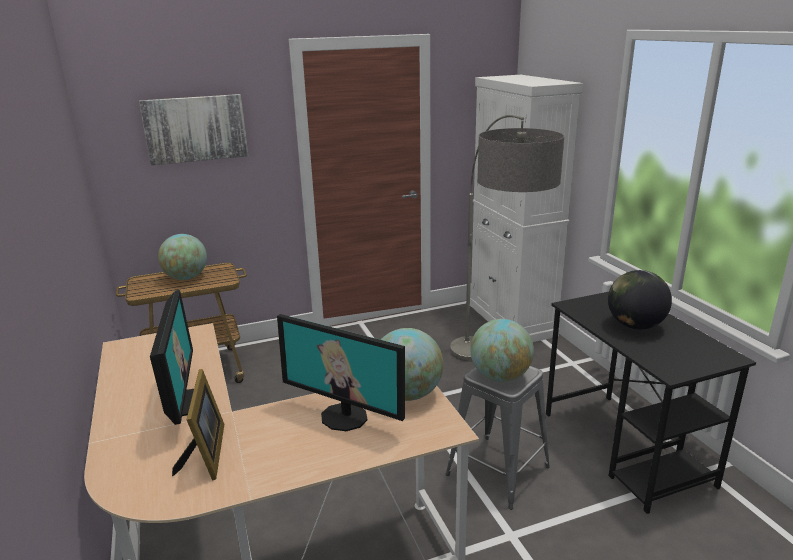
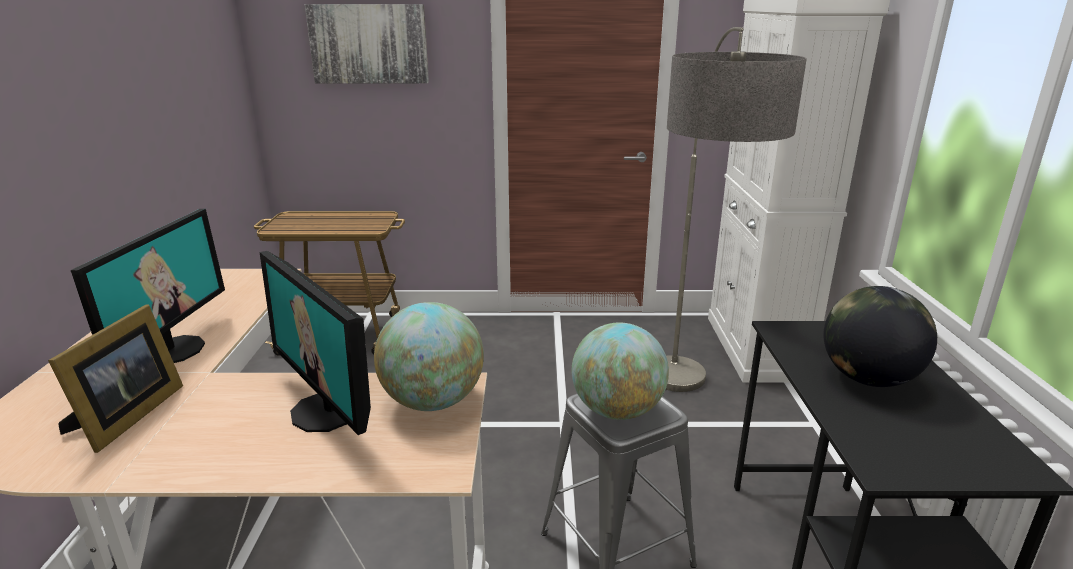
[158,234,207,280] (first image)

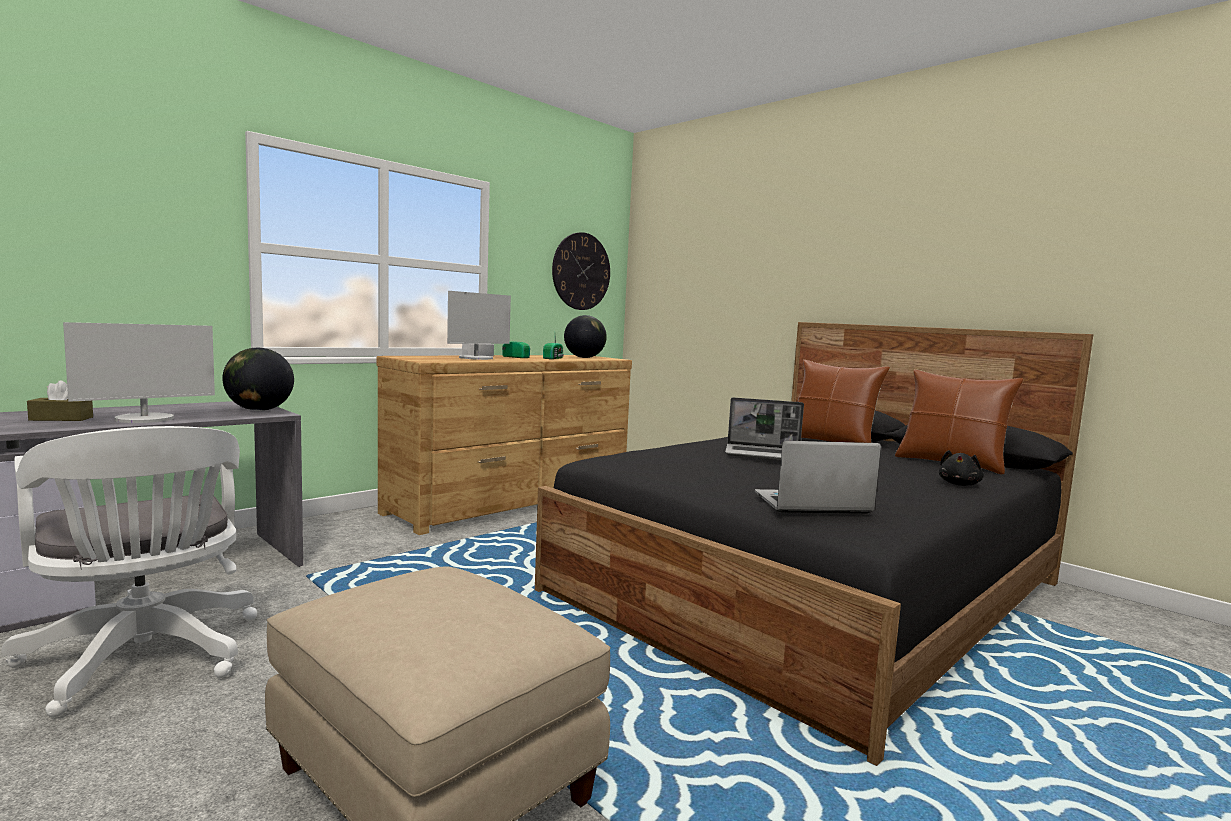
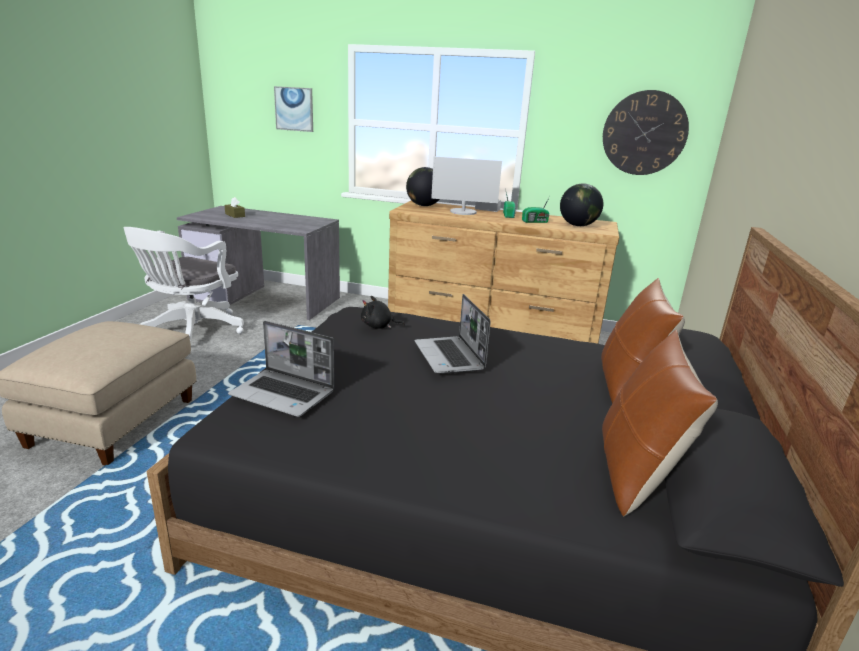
[63,322,215,423] (first image)
[406,167,440,206]
[228,321,335,417]
[361,296,405,329]
[274,86,313,132]

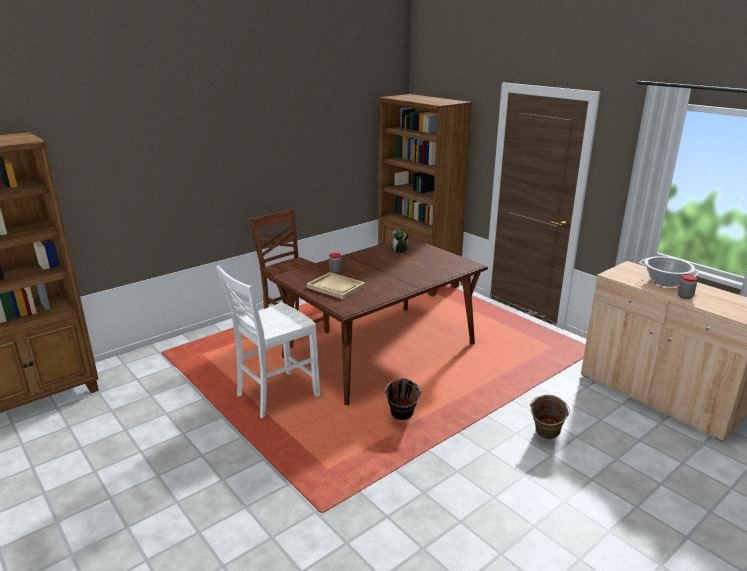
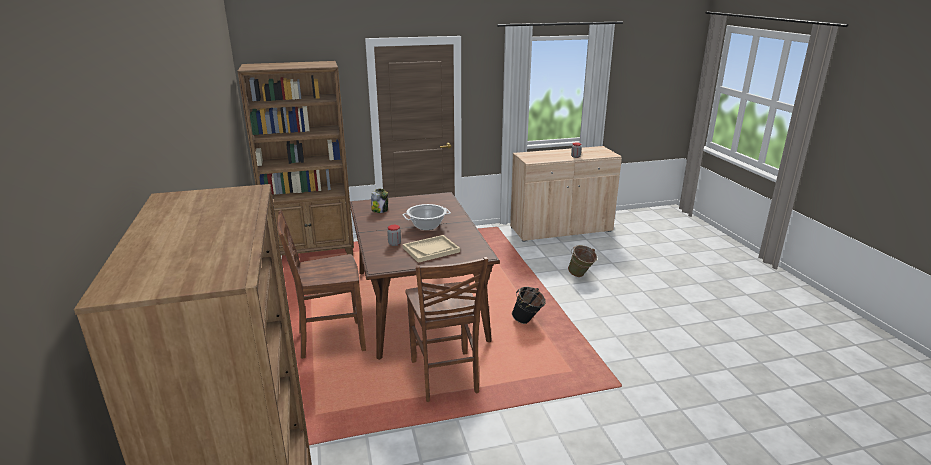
[403,204,451,230]
[405,257,488,402]

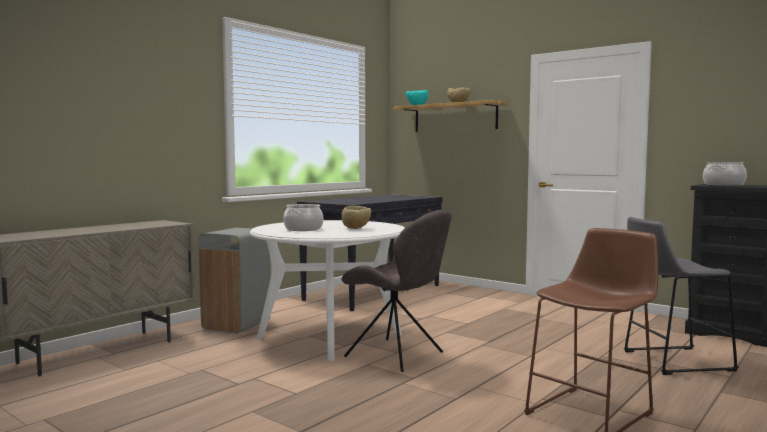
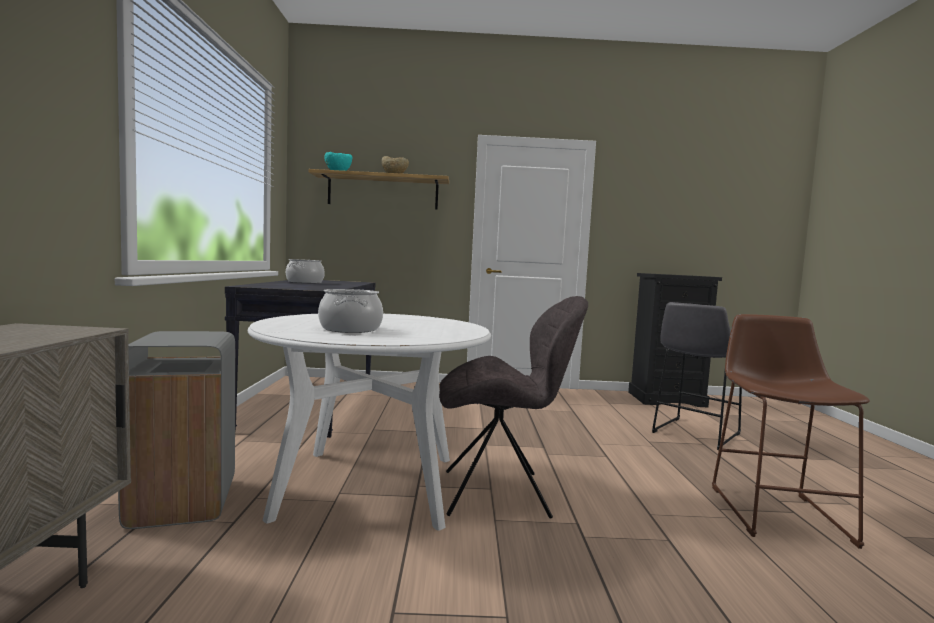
[286,259,325,283]
[341,206,371,229] (first image)

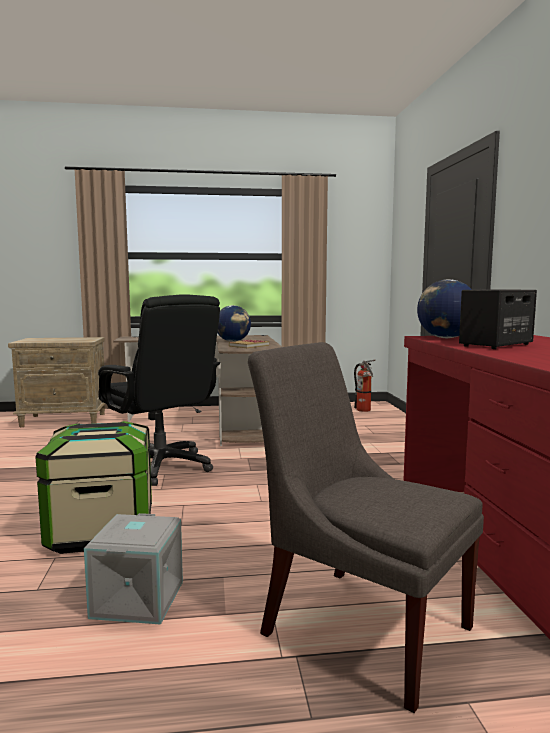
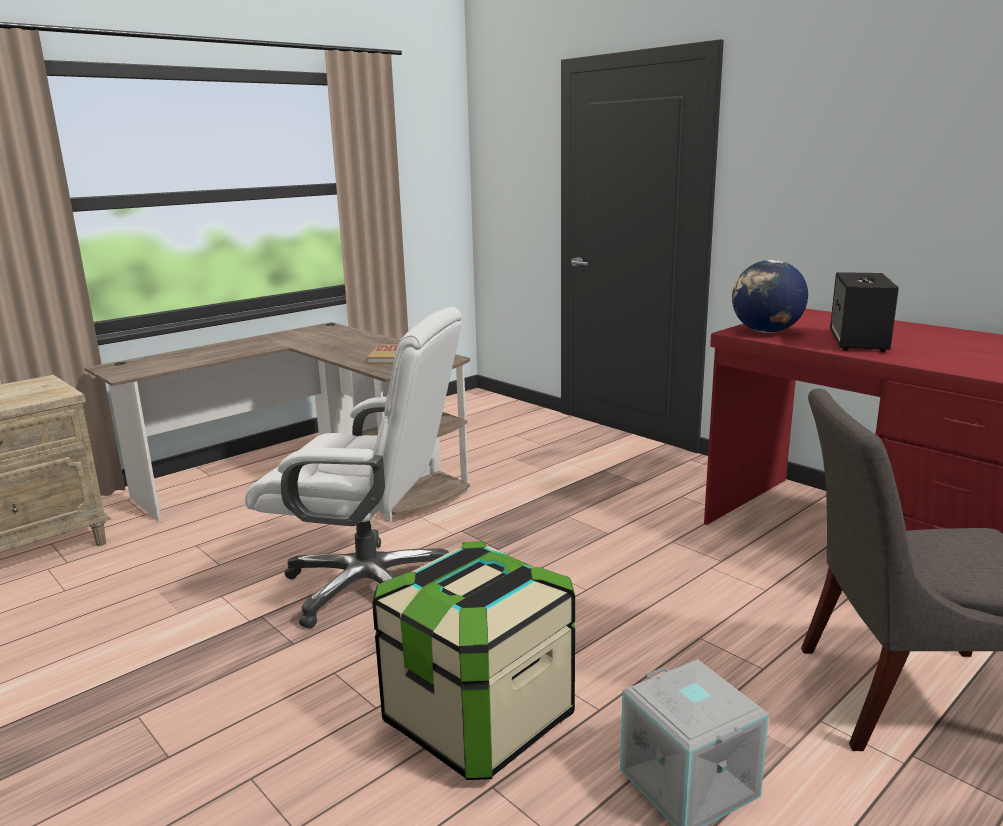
[245,307,462,628]
[217,305,251,342] (first image)
[354,360,375,412] (first image)

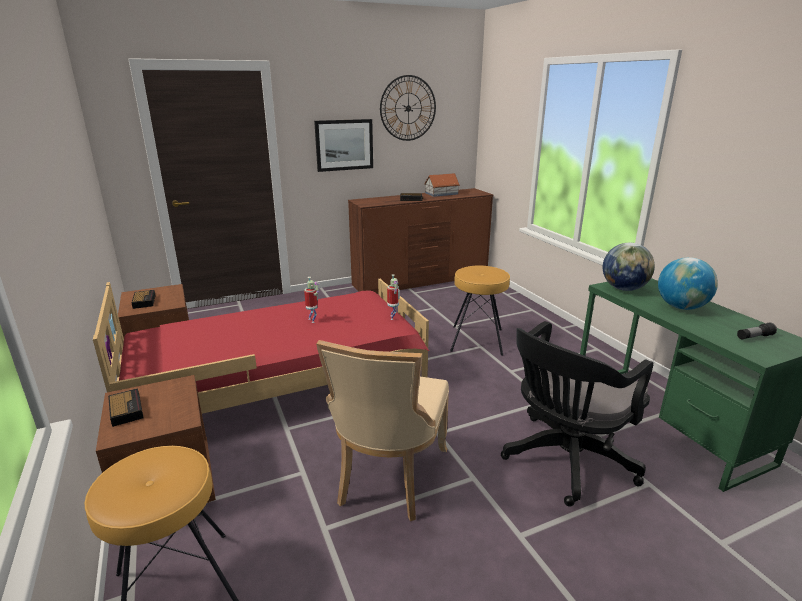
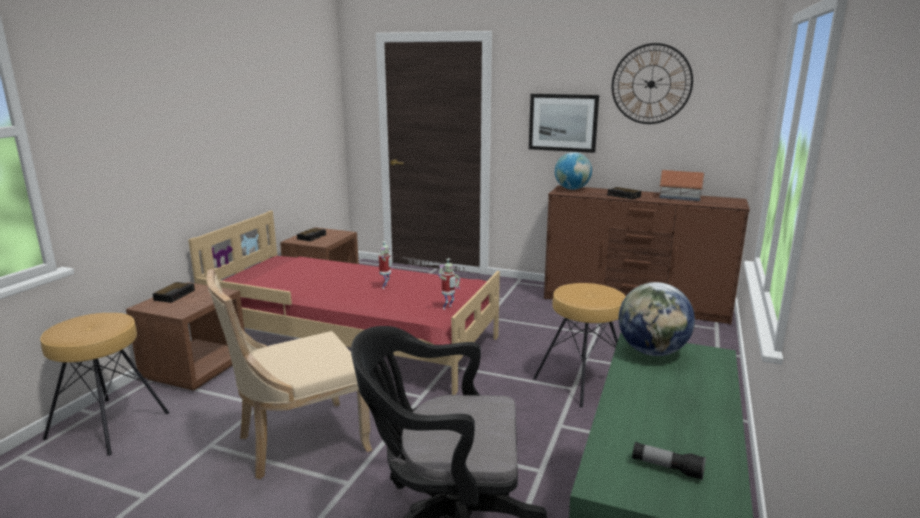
[555,152,592,190]

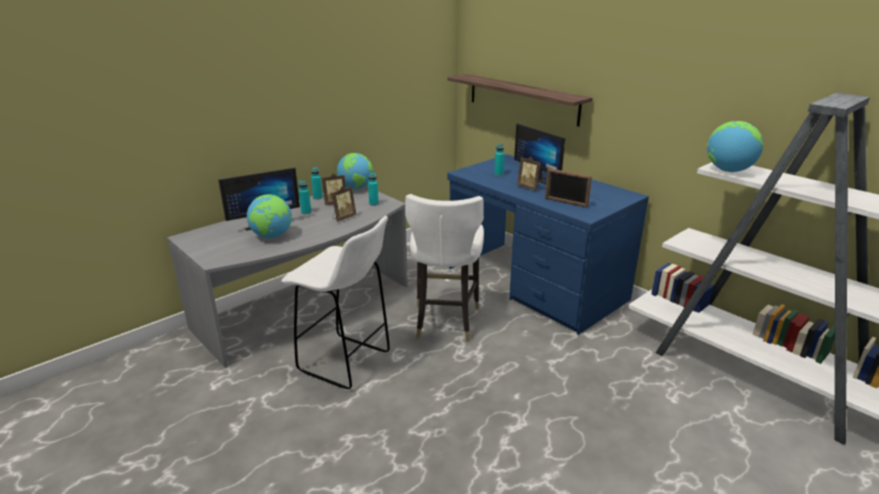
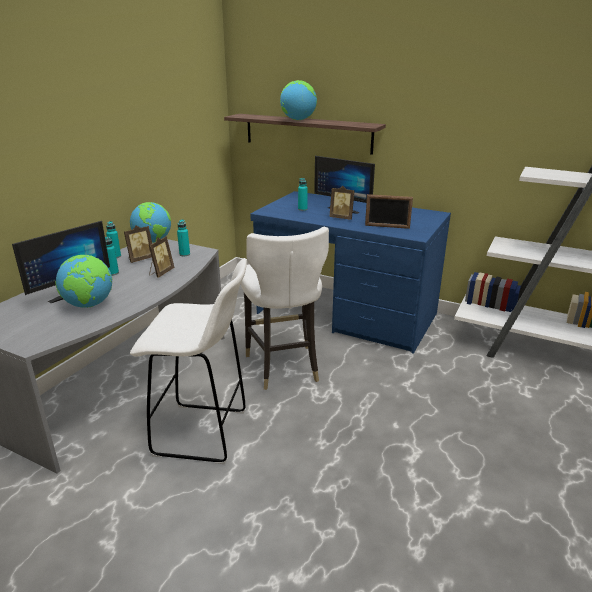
[280,80,317,120]

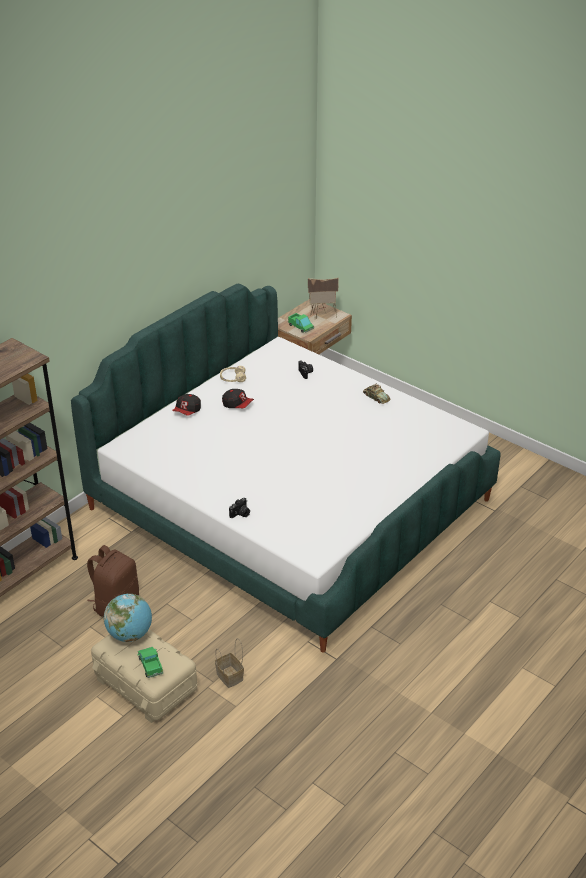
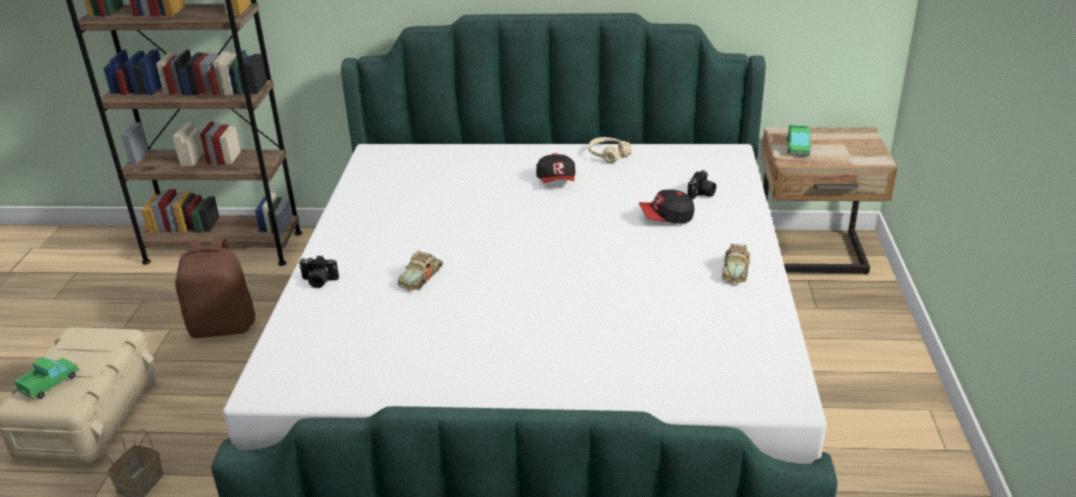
[308,278,338,319] (first image)
[639,189,694,224]
[104,594,152,642] (first image)
[397,251,443,290]

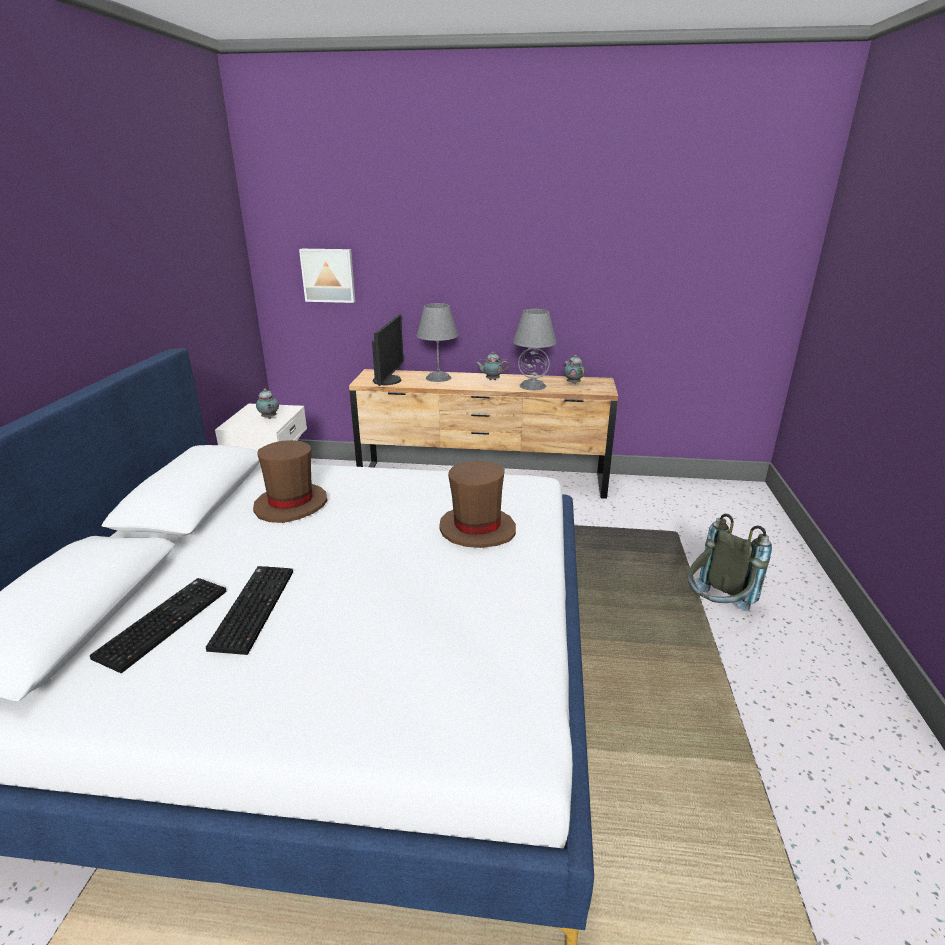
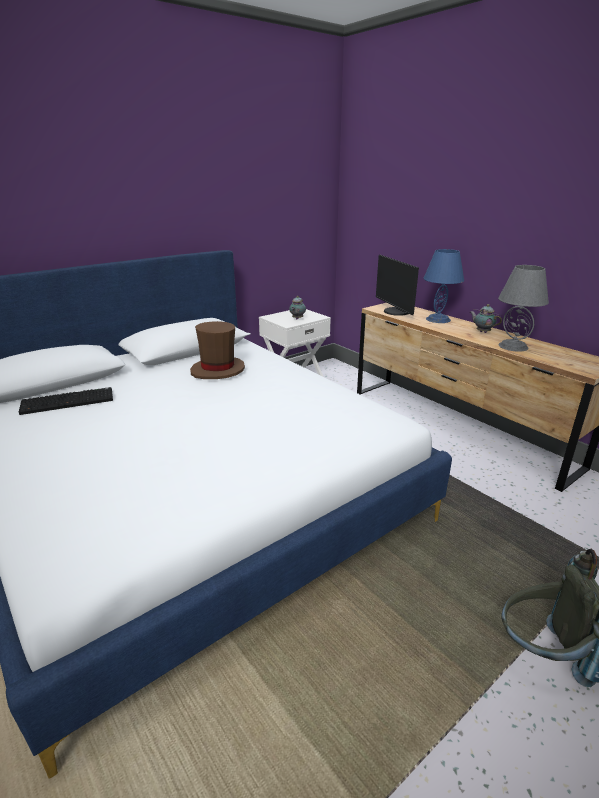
[299,249,356,303] (first image)
[423,249,464,323]
[376,255,419,316]
[564,355,585,384] (first image)
[439,461,516,548] (first image)
[206,566,293,655] (first image)

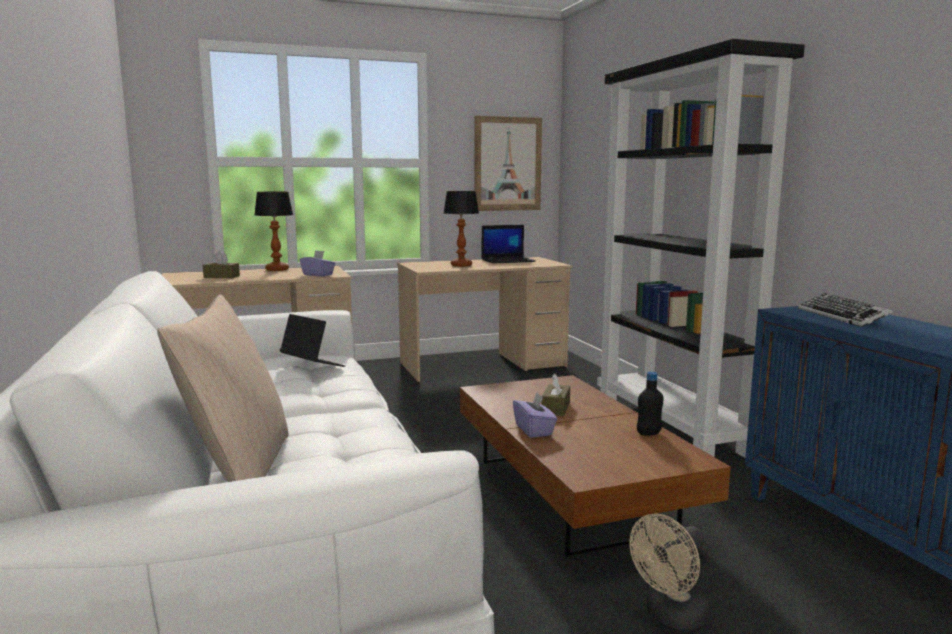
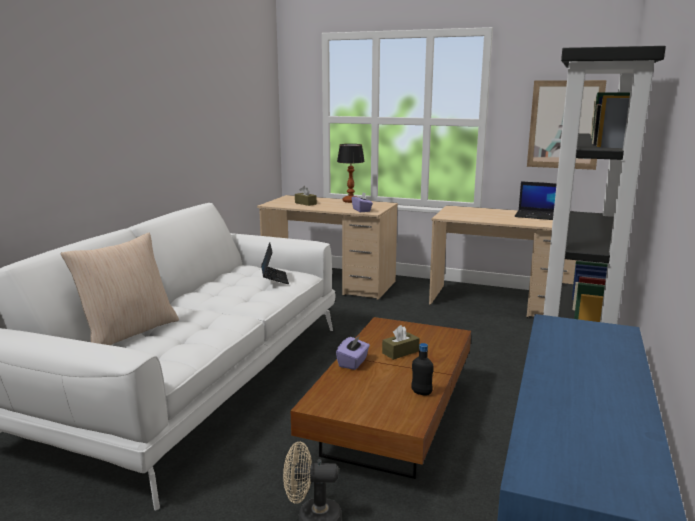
[444,191,479,267] (first image)
[798,293,893,327] (first image)

